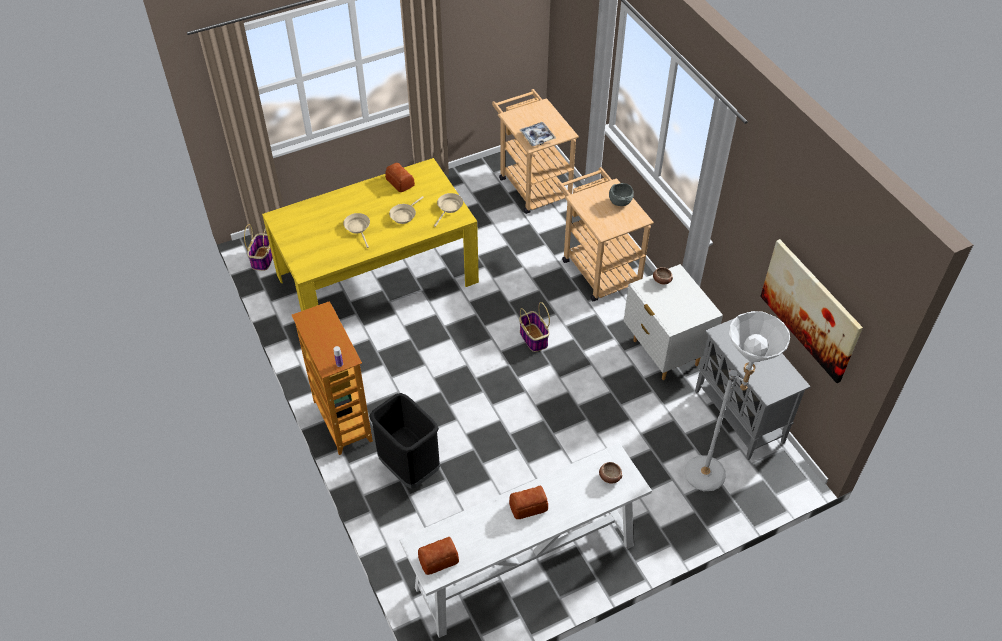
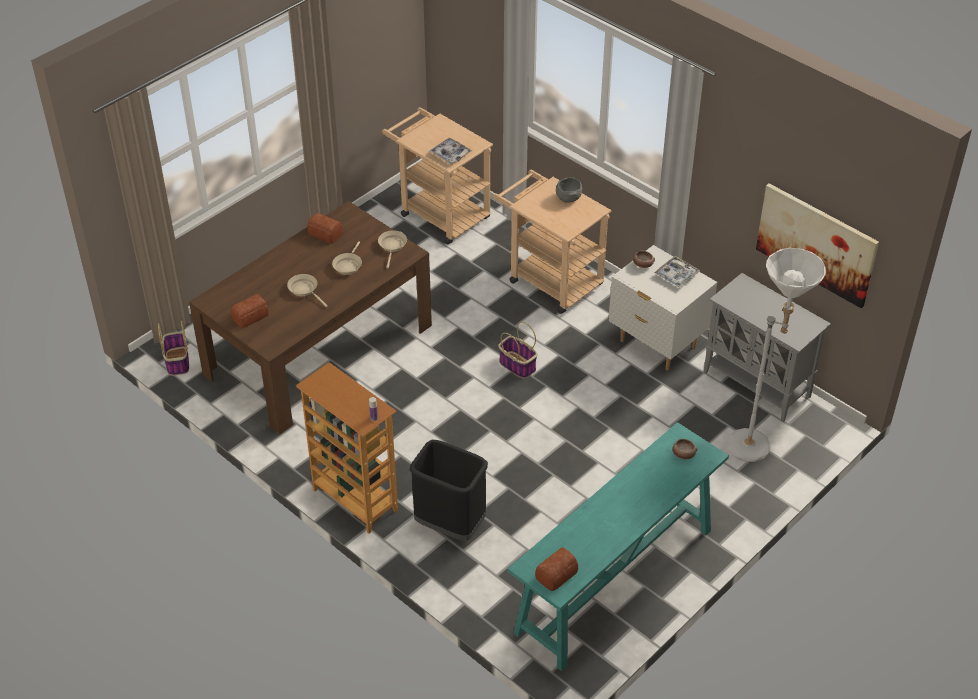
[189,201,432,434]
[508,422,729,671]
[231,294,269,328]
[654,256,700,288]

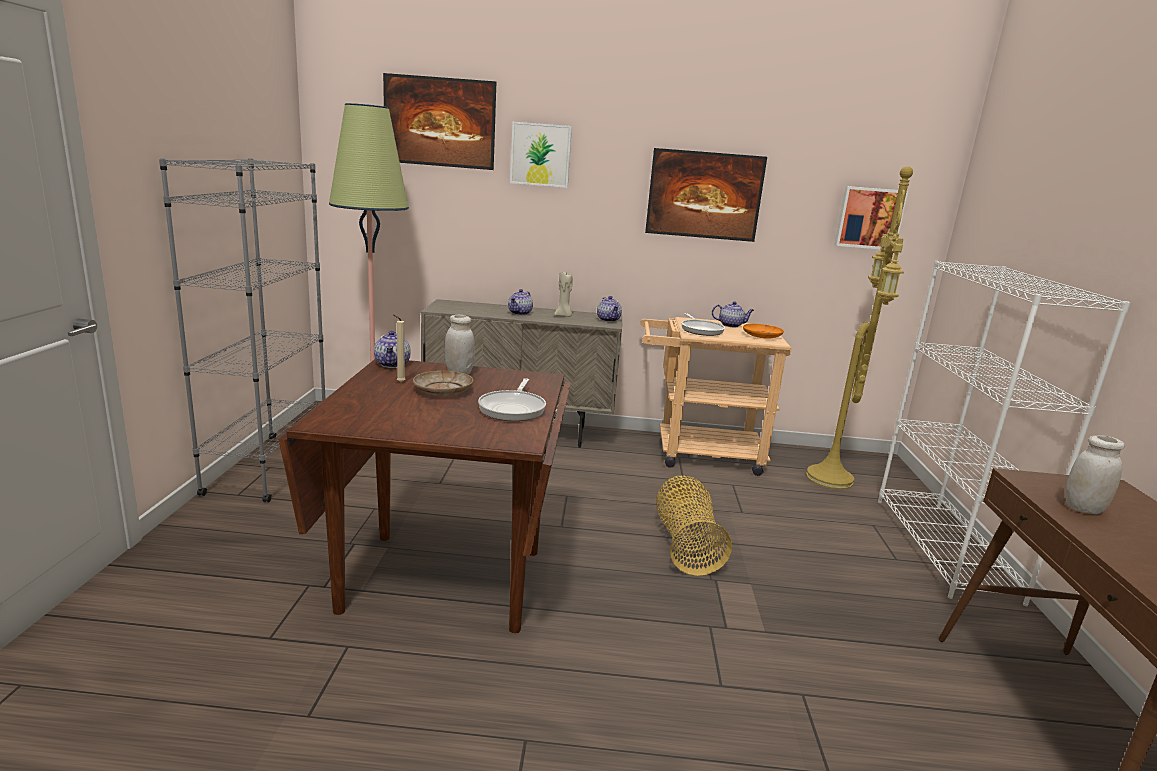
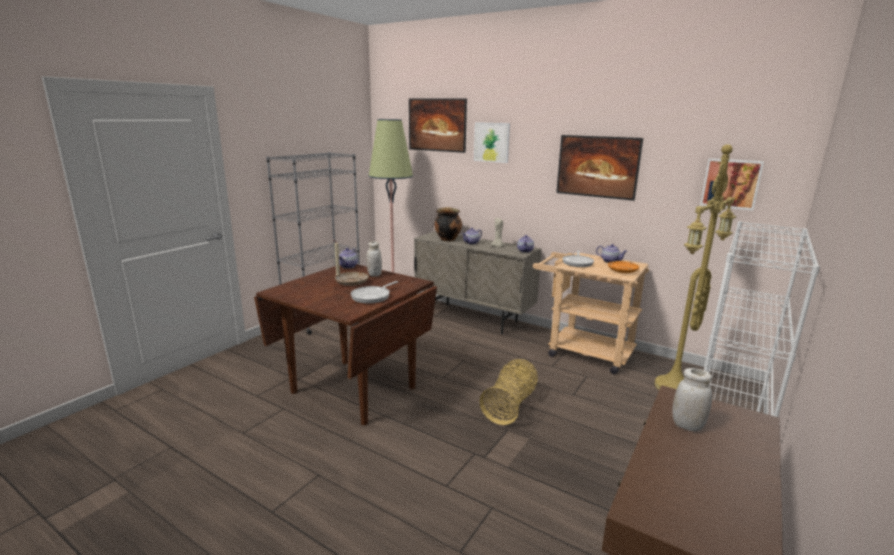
[434,207,462,241]

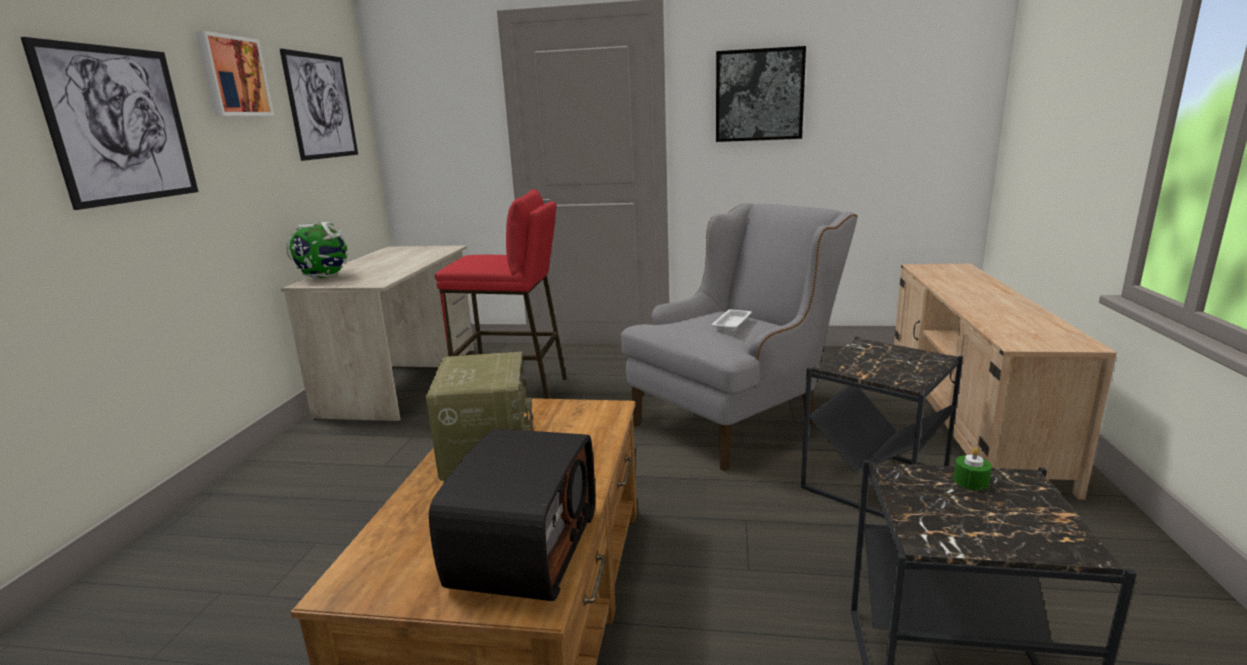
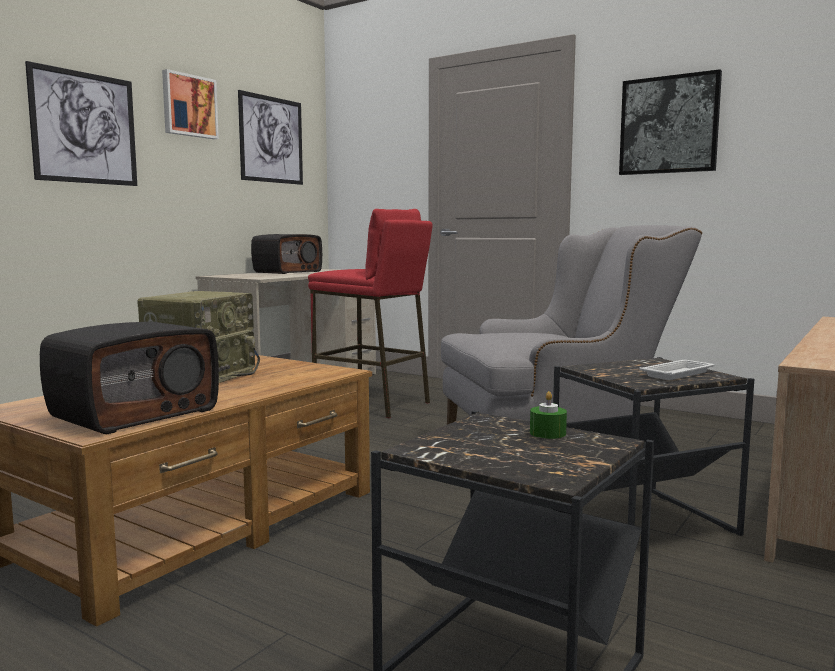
[286,221,349,279] (first image)
[640,360,715,380]
[251,234,322,274]

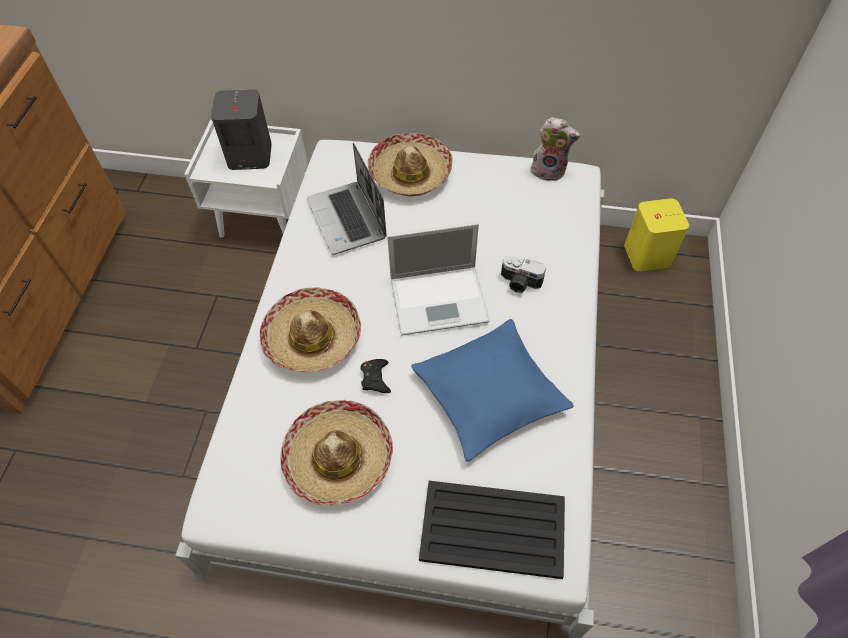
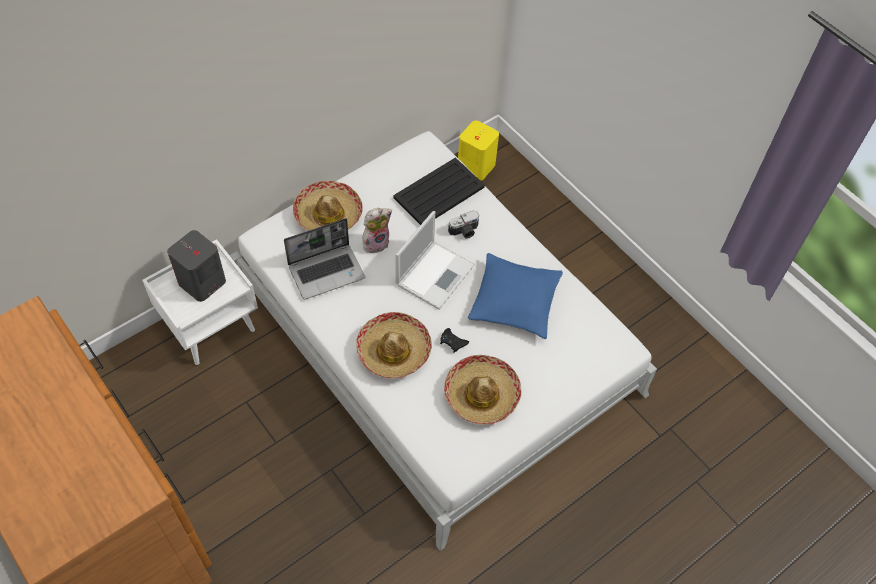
[363,208,392,253]
[284,218,365,299]
[394,157,485,225]

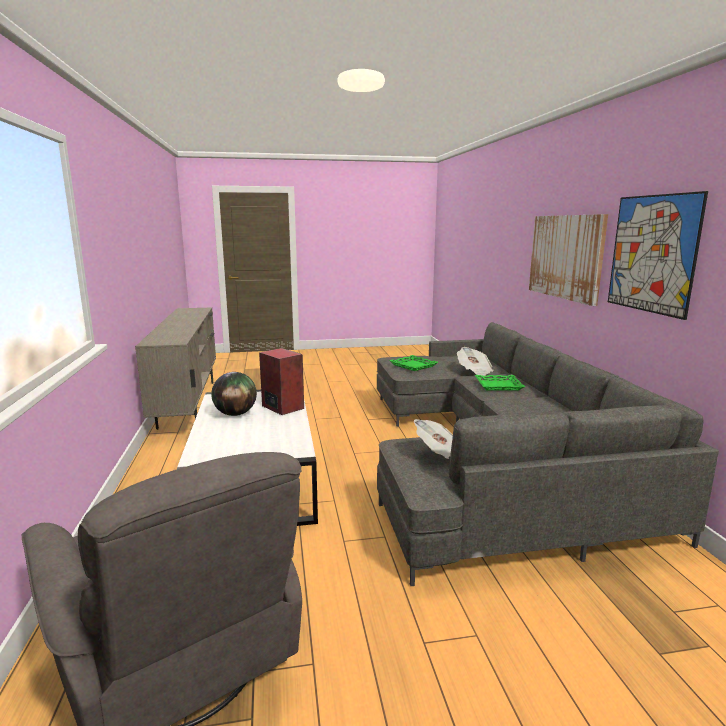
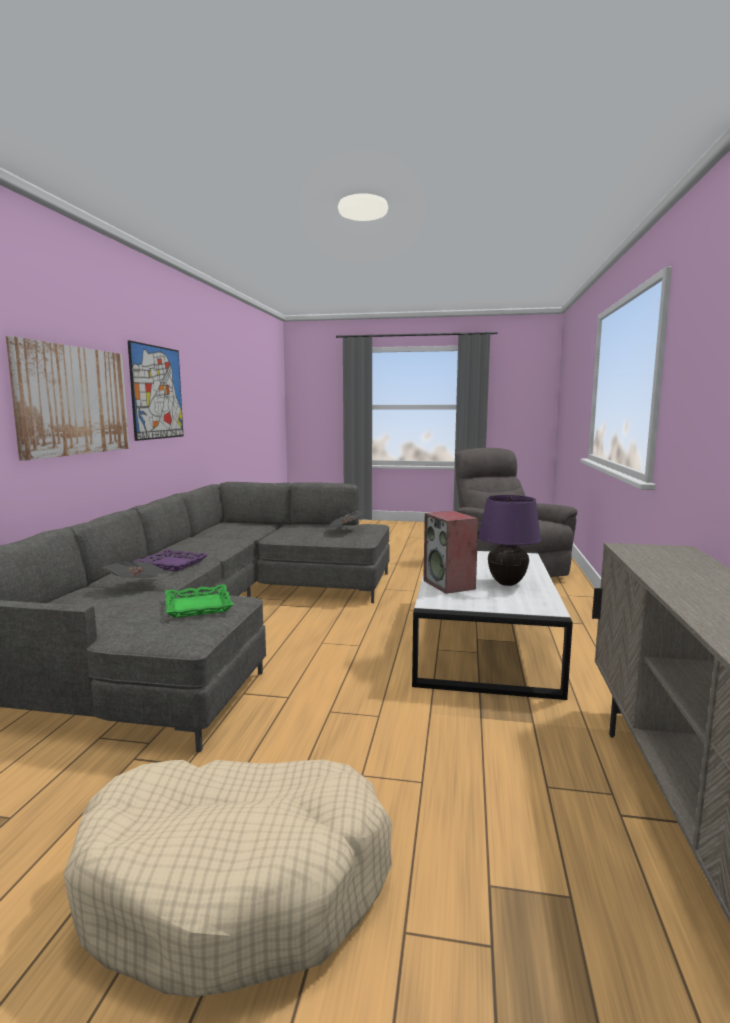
[478,495,542,586]
[135,549,208,571]
[64,760,392,997]

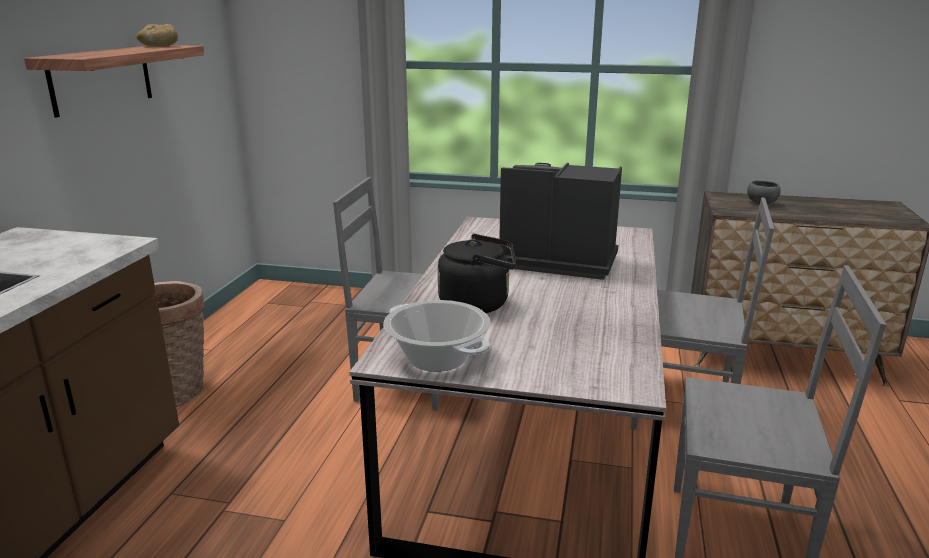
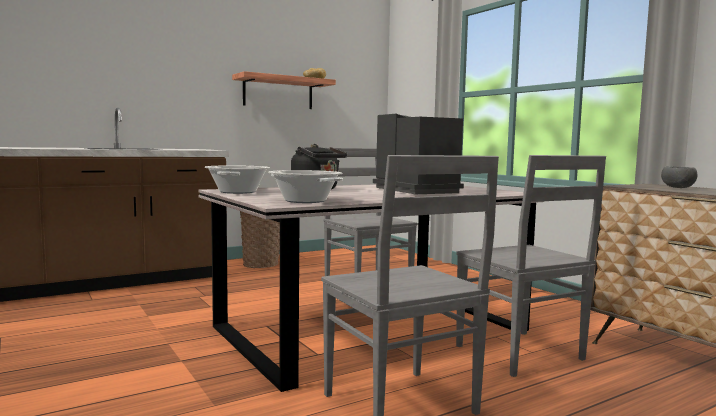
[268,170,343,203]

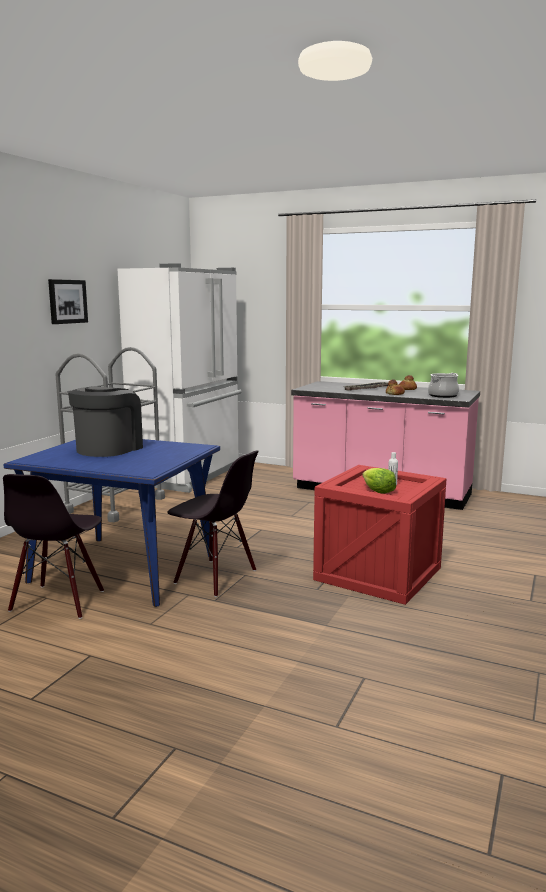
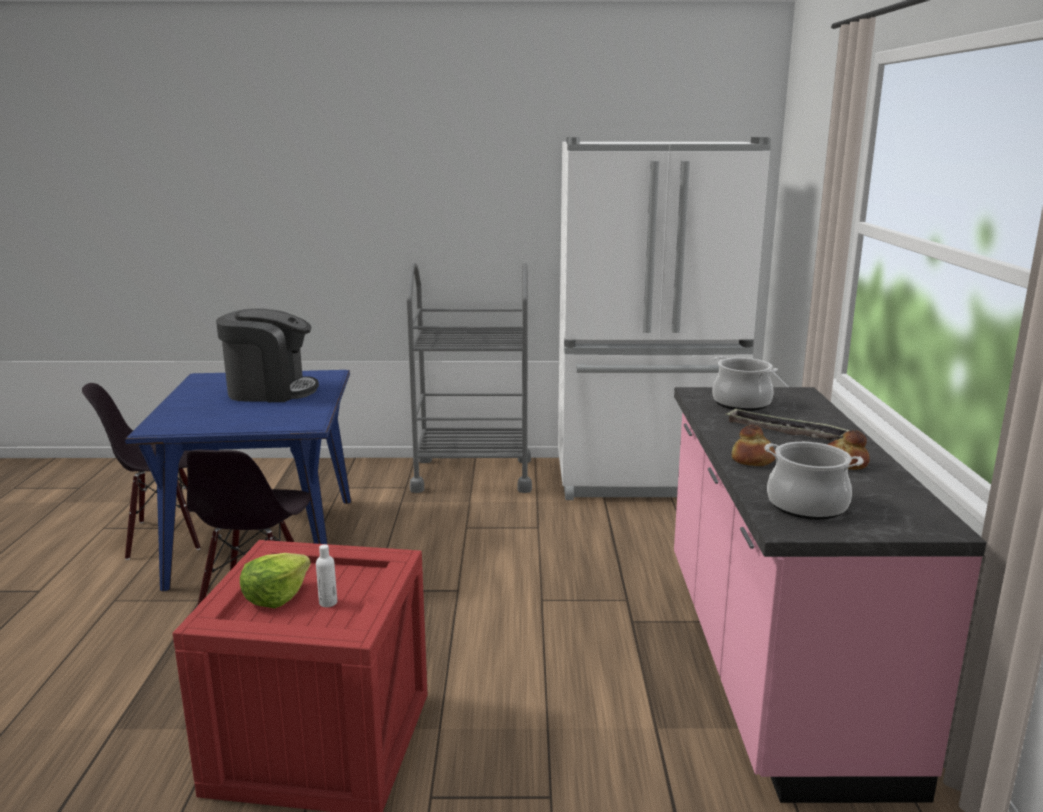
[48,279,88,324] (first image)
[712,356,778,411]

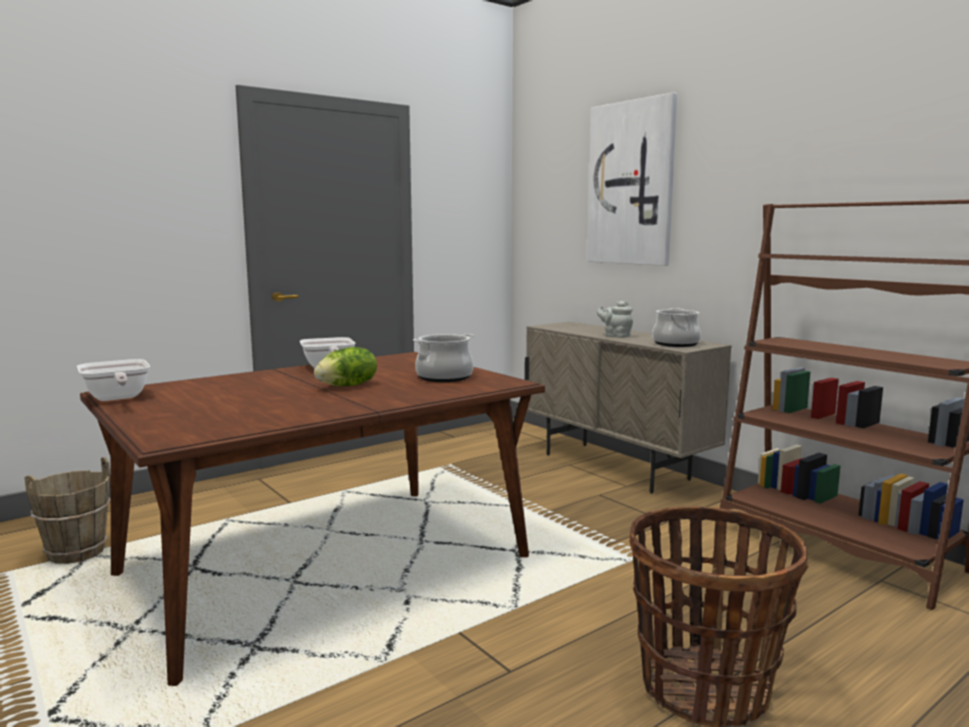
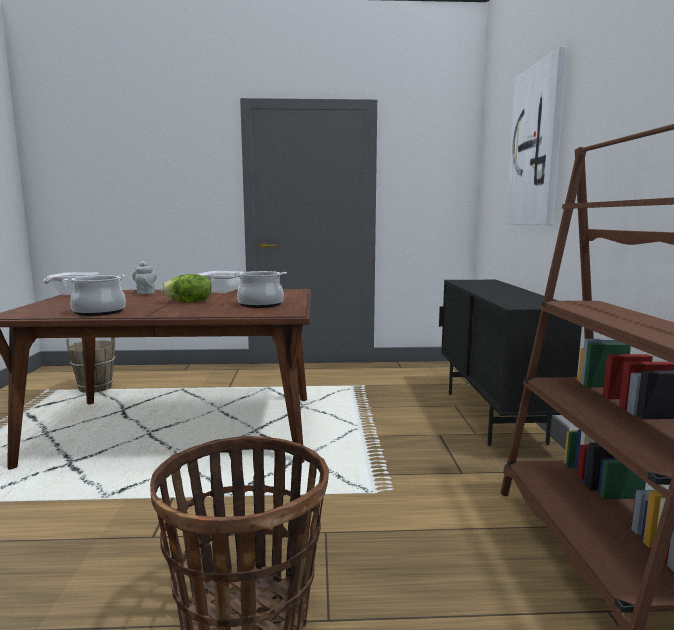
[132,261,157,295]
[64,275,127,316]
[439,280,582,446]

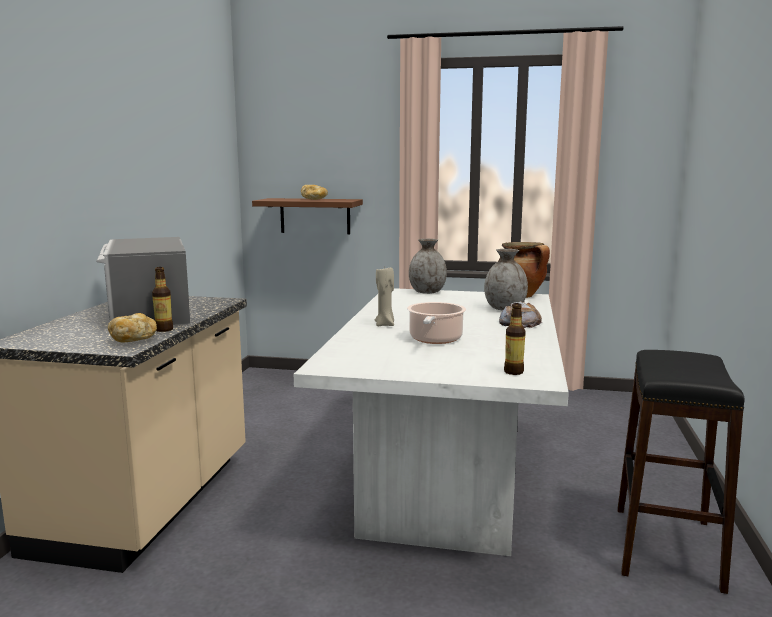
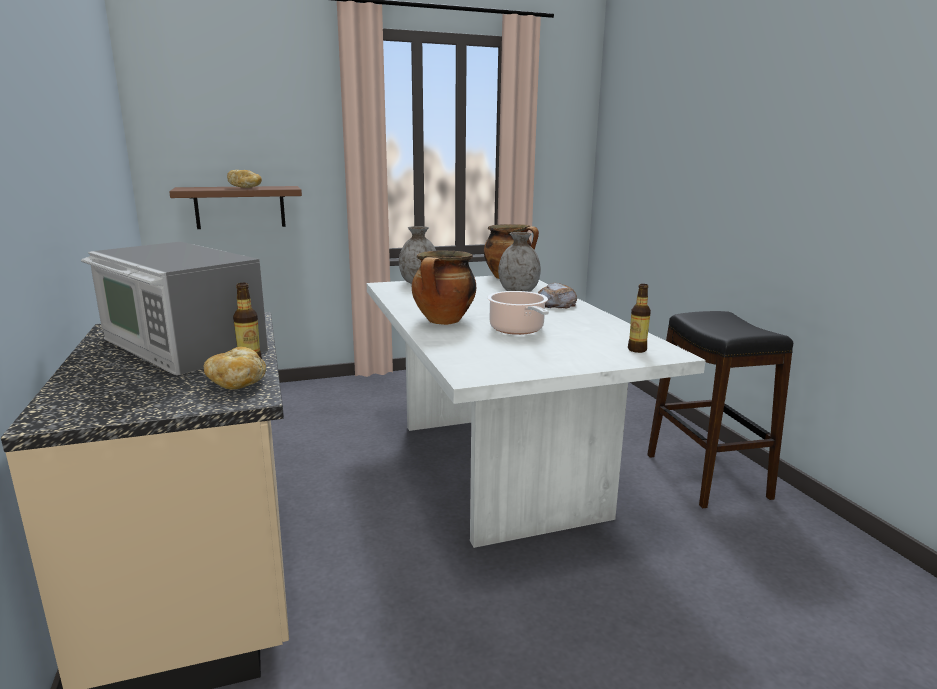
[412,250,476,325]

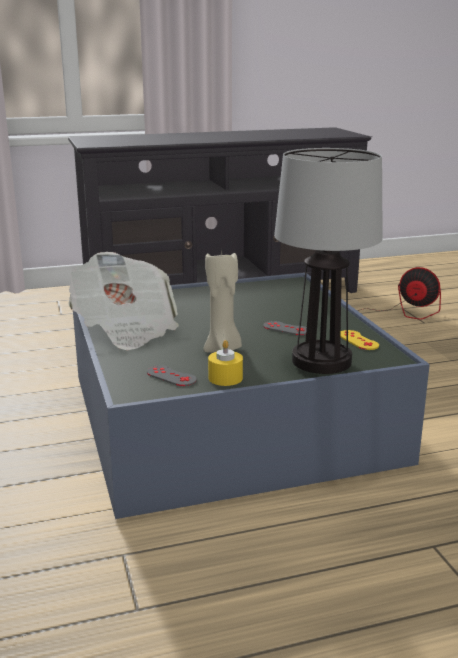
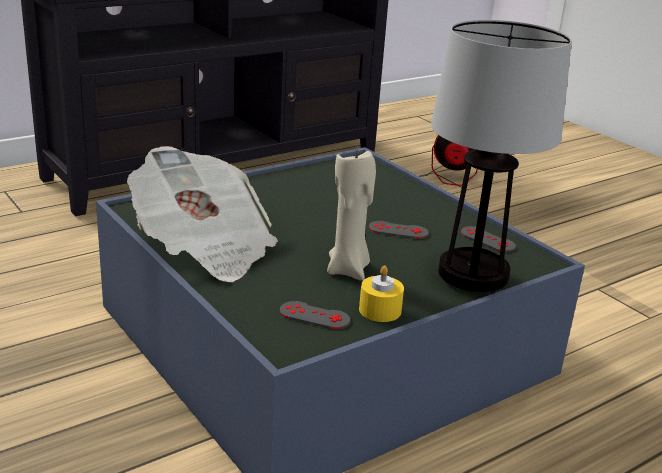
[461,226,516,252]

